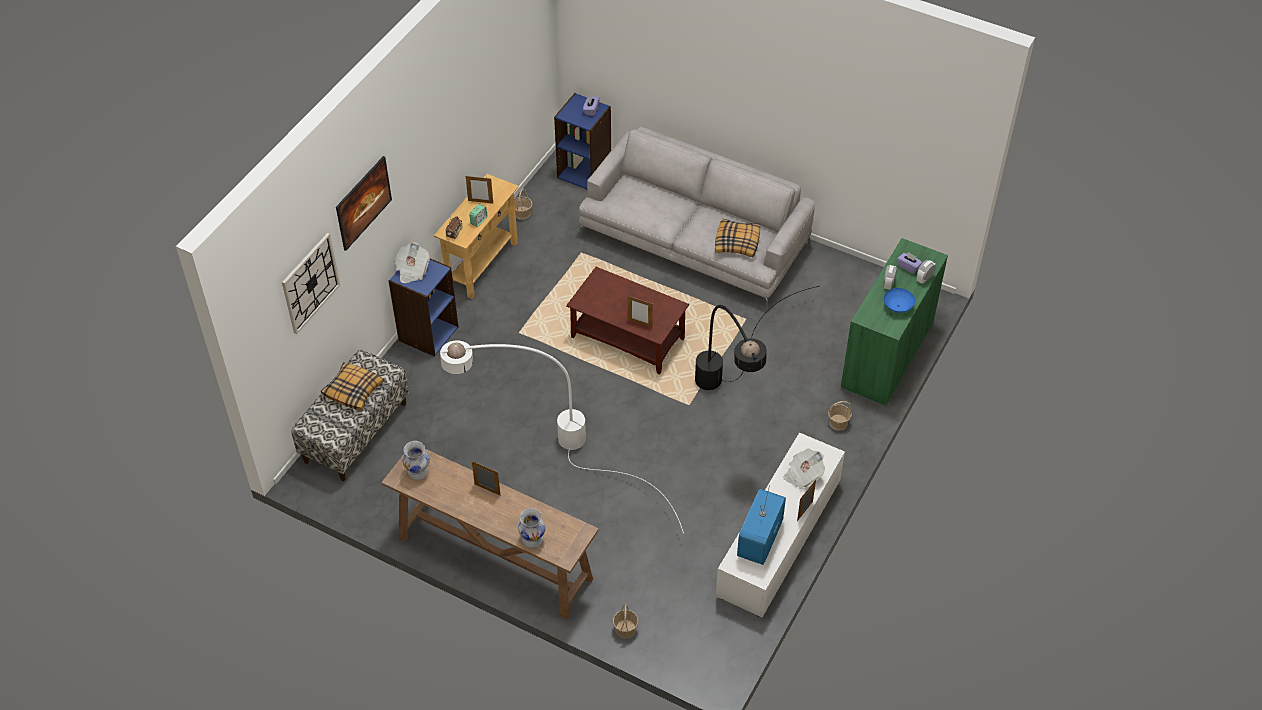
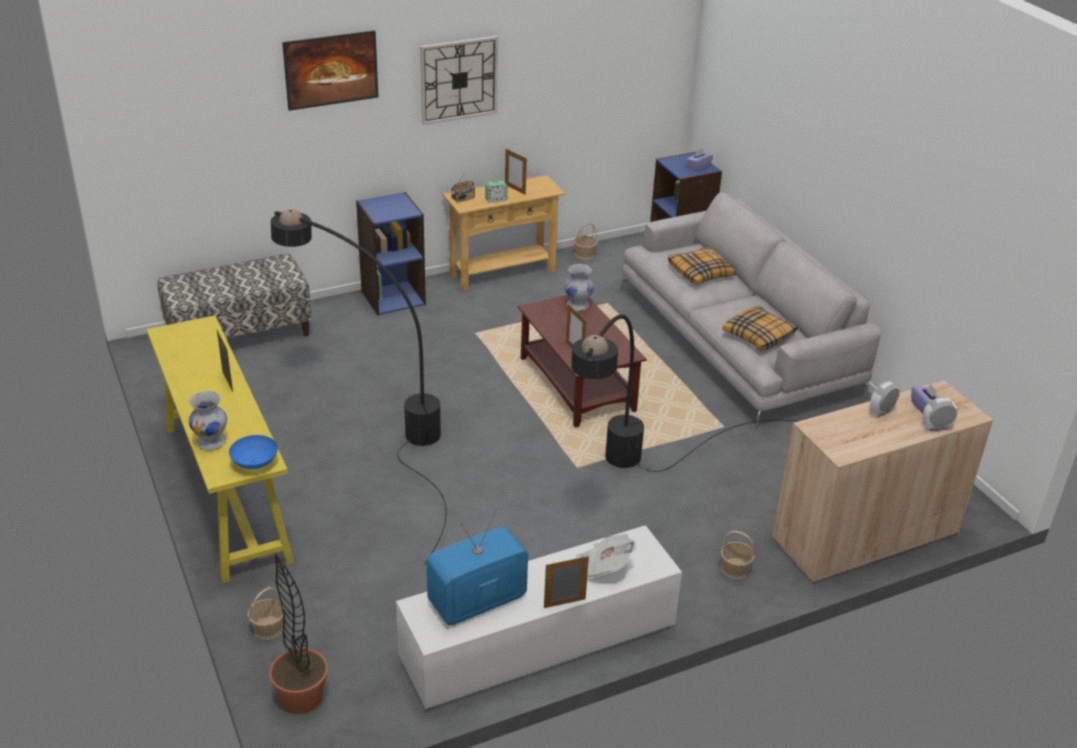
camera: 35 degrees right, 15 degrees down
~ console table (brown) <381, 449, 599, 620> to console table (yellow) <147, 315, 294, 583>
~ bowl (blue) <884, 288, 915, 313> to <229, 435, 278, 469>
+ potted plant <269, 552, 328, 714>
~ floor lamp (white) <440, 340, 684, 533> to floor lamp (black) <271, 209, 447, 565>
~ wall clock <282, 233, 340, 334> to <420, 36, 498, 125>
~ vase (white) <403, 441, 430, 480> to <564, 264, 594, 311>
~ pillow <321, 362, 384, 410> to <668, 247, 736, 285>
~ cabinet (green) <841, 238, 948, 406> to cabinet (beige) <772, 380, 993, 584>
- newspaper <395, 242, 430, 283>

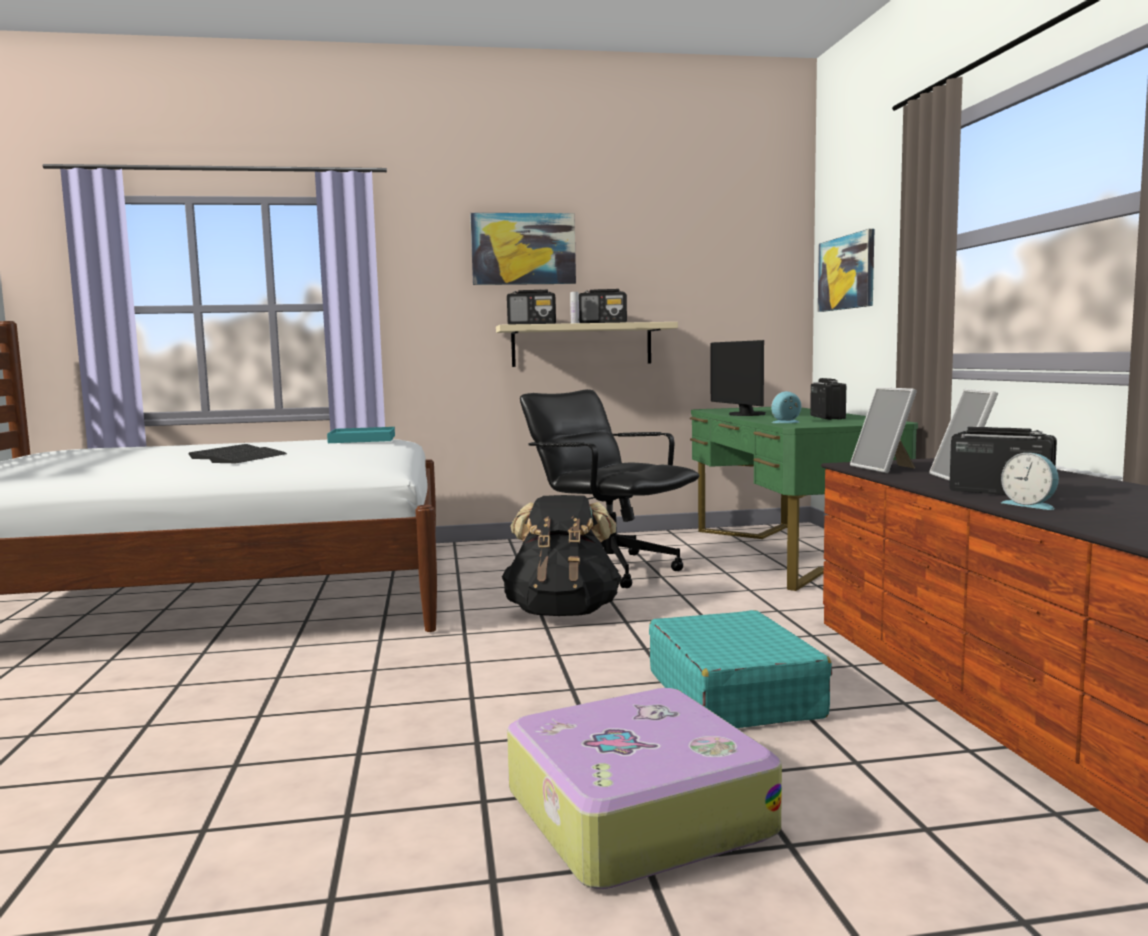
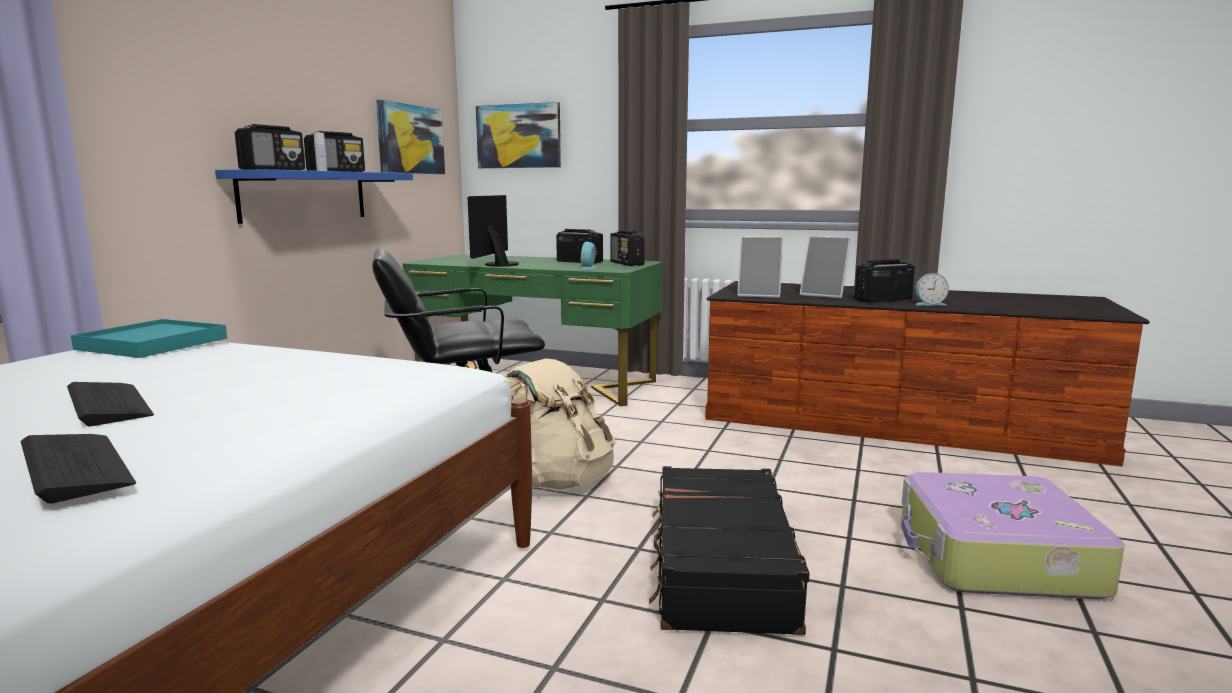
camera: 60 degrees left, 5 degrees up
~ keyboard <208, 447, 287, 463> to <21, 434, 136, 504>
~ shelf (beige) <496, 322, 678, 367> to shelf (blue) <215, 169, 413, 224>
~ picture <470, 213, 576, 285> to <376, 100, 445, 174>
~ monitor <711, 340, 766, 416> = <467, 195, 519, 267> 90 degrees clockwise
~ backpack (black) <502, 495, 622, 616> to backpack (beige) <505, 358, 616, 490>
+ radio <610, 230, 645, 266>
+ suitcase (black) <649, 466, 809, 635>
- suitcase (turquoise) <649, 610, 832, 728>

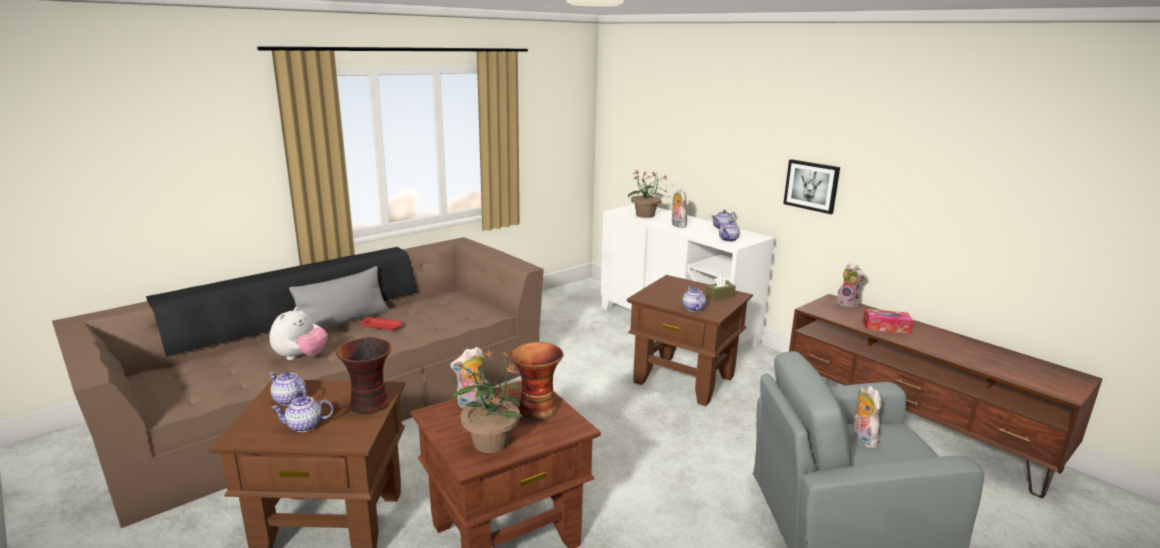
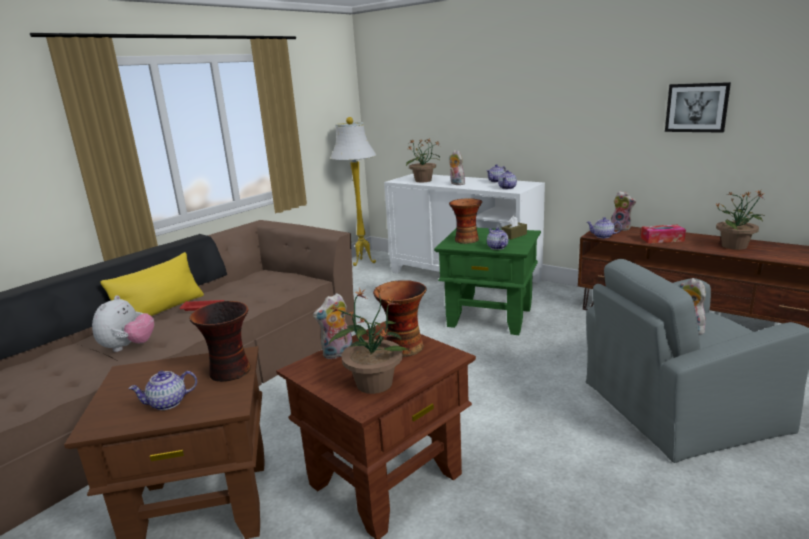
camera: 10 degrees left, 0 degrees up
~ pillow (grey) <289, 266, 389, 330> to pillow (yellow) <100, 252, 204, 316>
+ floor lamp (white) <330, 117, 377, 266>
~ side table (brown) <627, 275, 753, 406> to side table (green) <434, 228, 541, 335>
+ vase <449, 198, 482, 244>
~ teapot <269, 372, 307, 406> to <587, 217, 622, 238>
~ picture <783, 159, 840, 214> to <665, 82, 731, 133>
+ potted plant <714, 190, 765, 250>

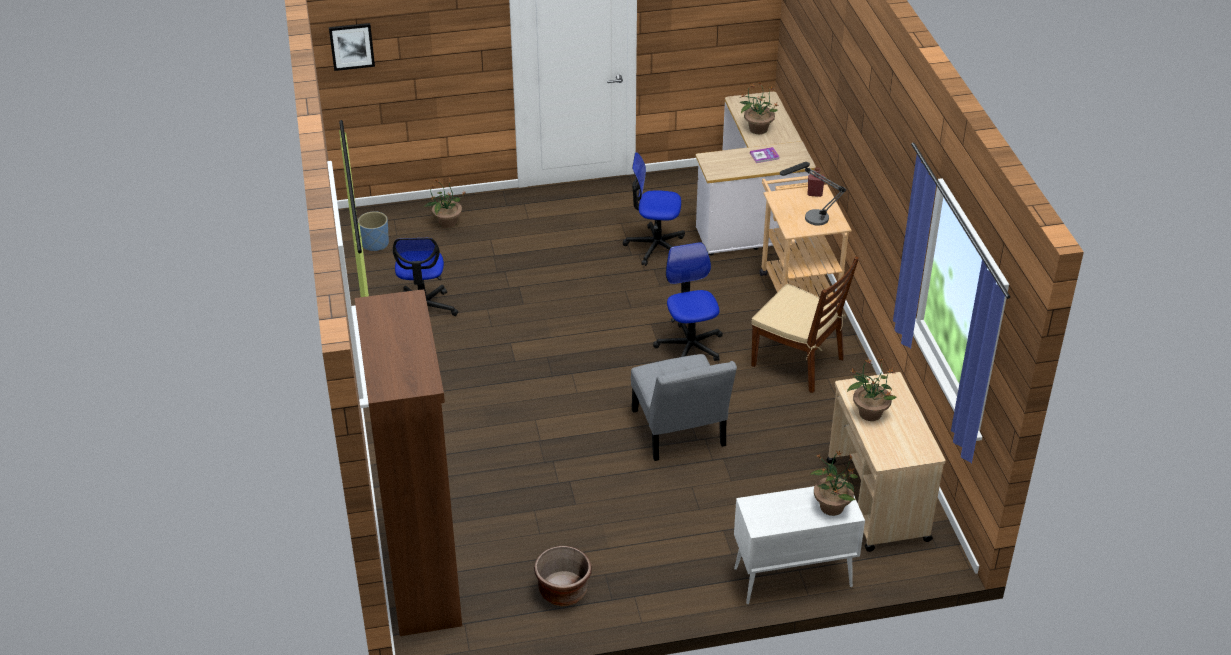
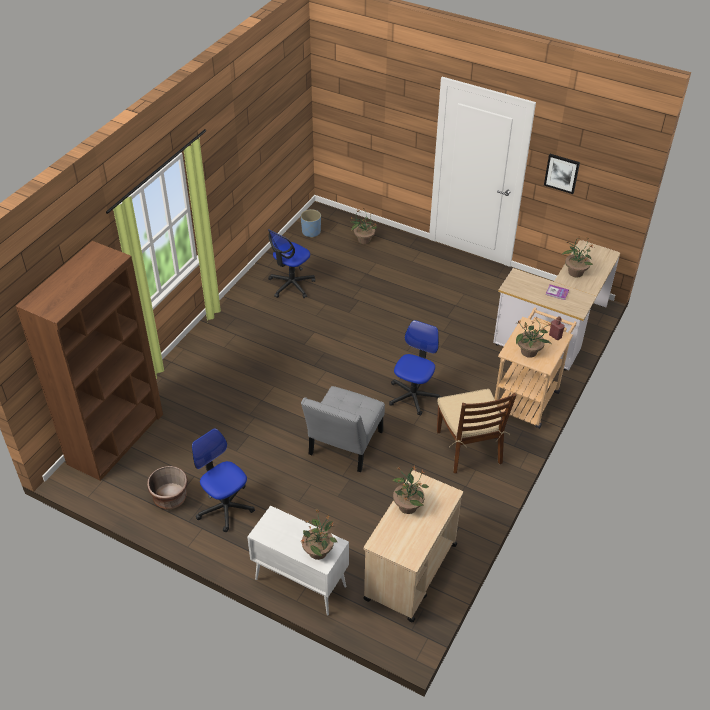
camera: 40 degrees right, 5 degrees up
~ office chair <623, 152, 685, 266> to <192, 428, 255, 532>
~ table lamp <780, 162, 847, 226> to potted plant <515, 318, 552, 358>
~ picture <329, 23, 375, 71> to <544, 154, 580, 194>

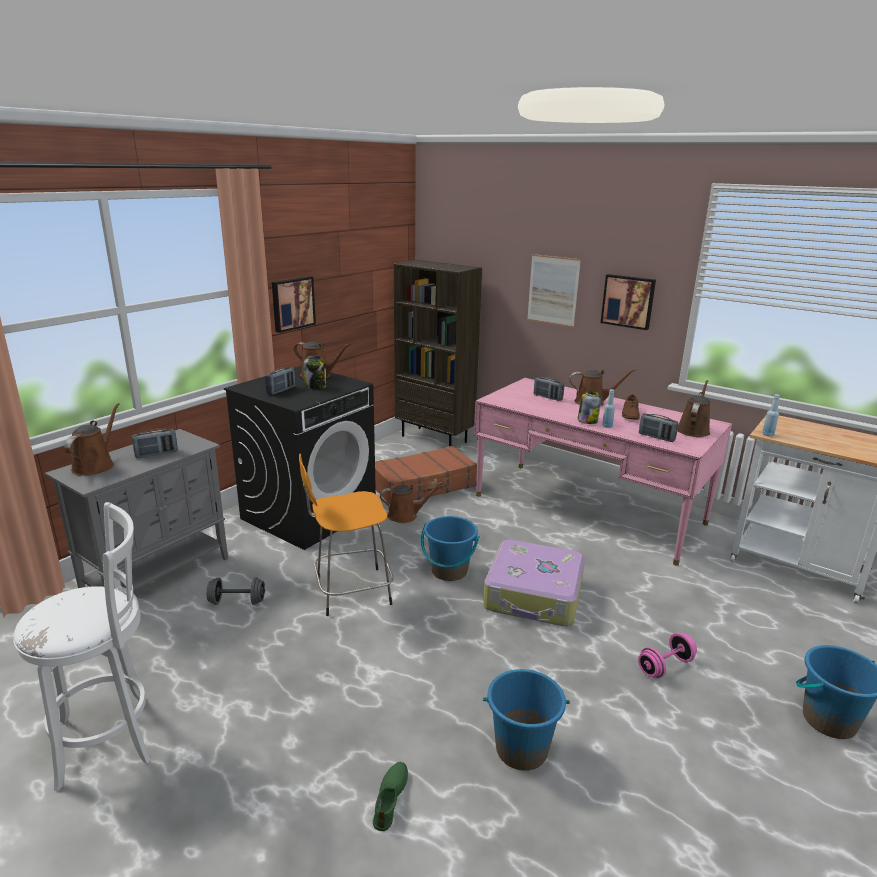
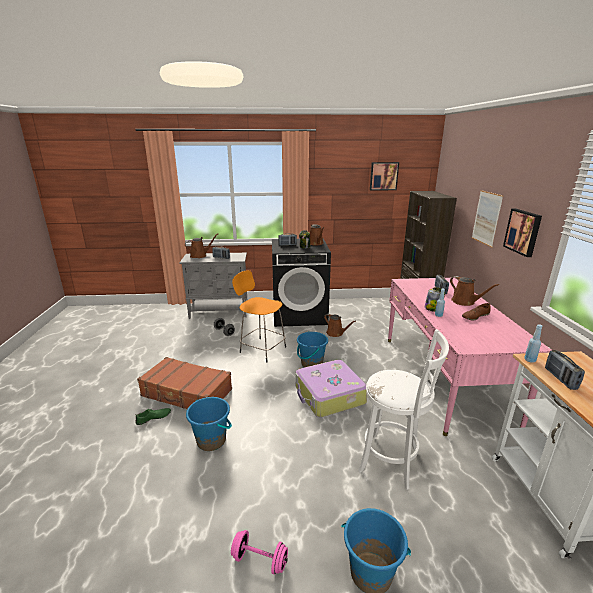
camera: 50 degrees right, 0 degrees up
~ suitcase (brown) <375, 446, 477, 505> to <137, 357, 232, 409>
~ dumbbell (pink) <638, 633, 697, 678> to <231, 530, 288, 575>
~ stool (white) <13, 502, 151, 791> to <358, 329, 449, 490>
~ picture <272, 276, 316, 333> to <370, 162, 399, 191>
~ radio <639, 414, 678, 442> to <545, 350, 585, 390>
- watering can (brown) <677, 380, 710, 437>

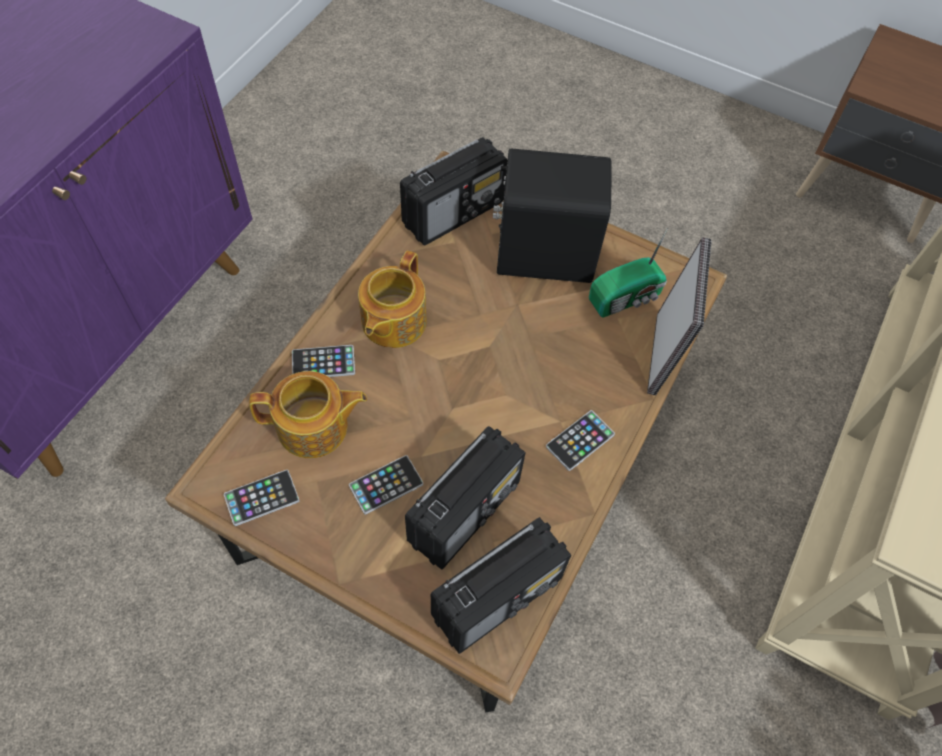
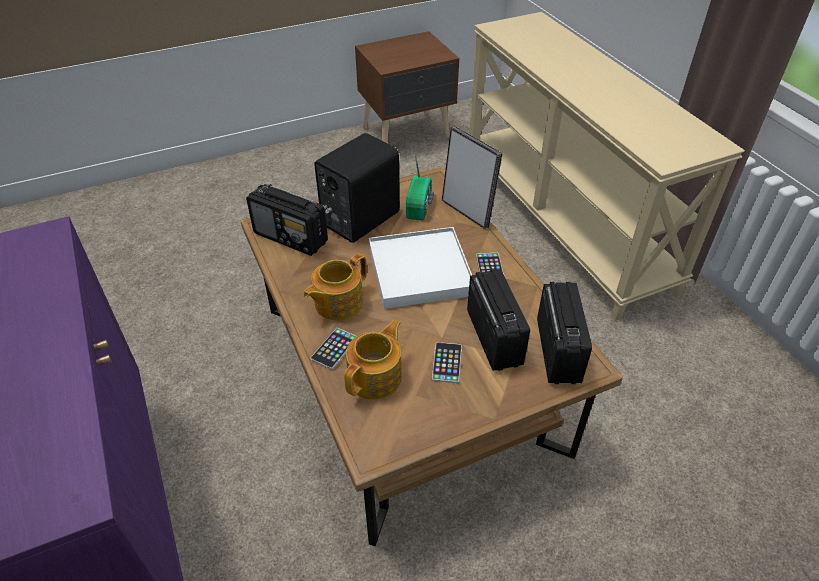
camera: 50 degrees left, 15 degrees down
~ radio <400, 137, 507, 245> = <246, 184, 328, 256> 120 degrees clockwise
~ teapot <358, 251, 427, 348> = <303, 253, 367, 321> 75 degrees clockwise
+ tray (white) <369, 227, 472, 309>
- phone <224, 470, 300, 526>

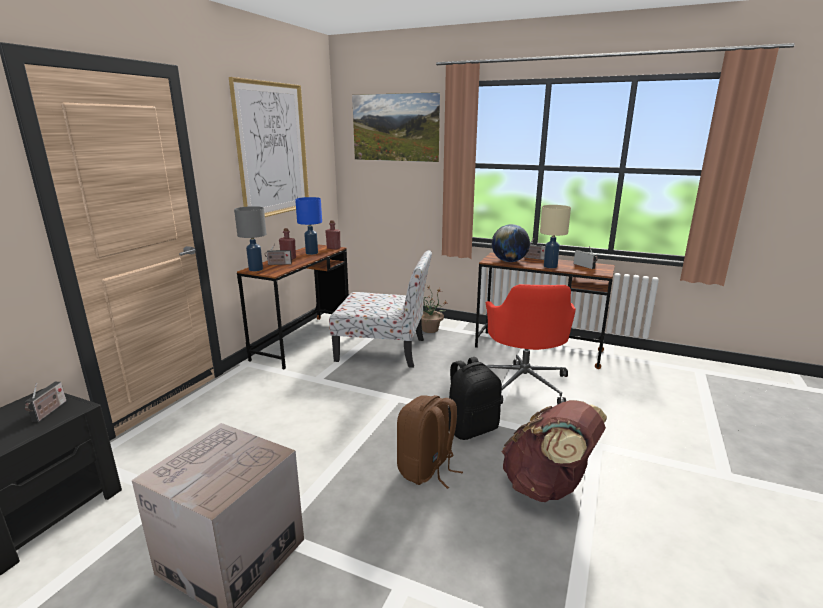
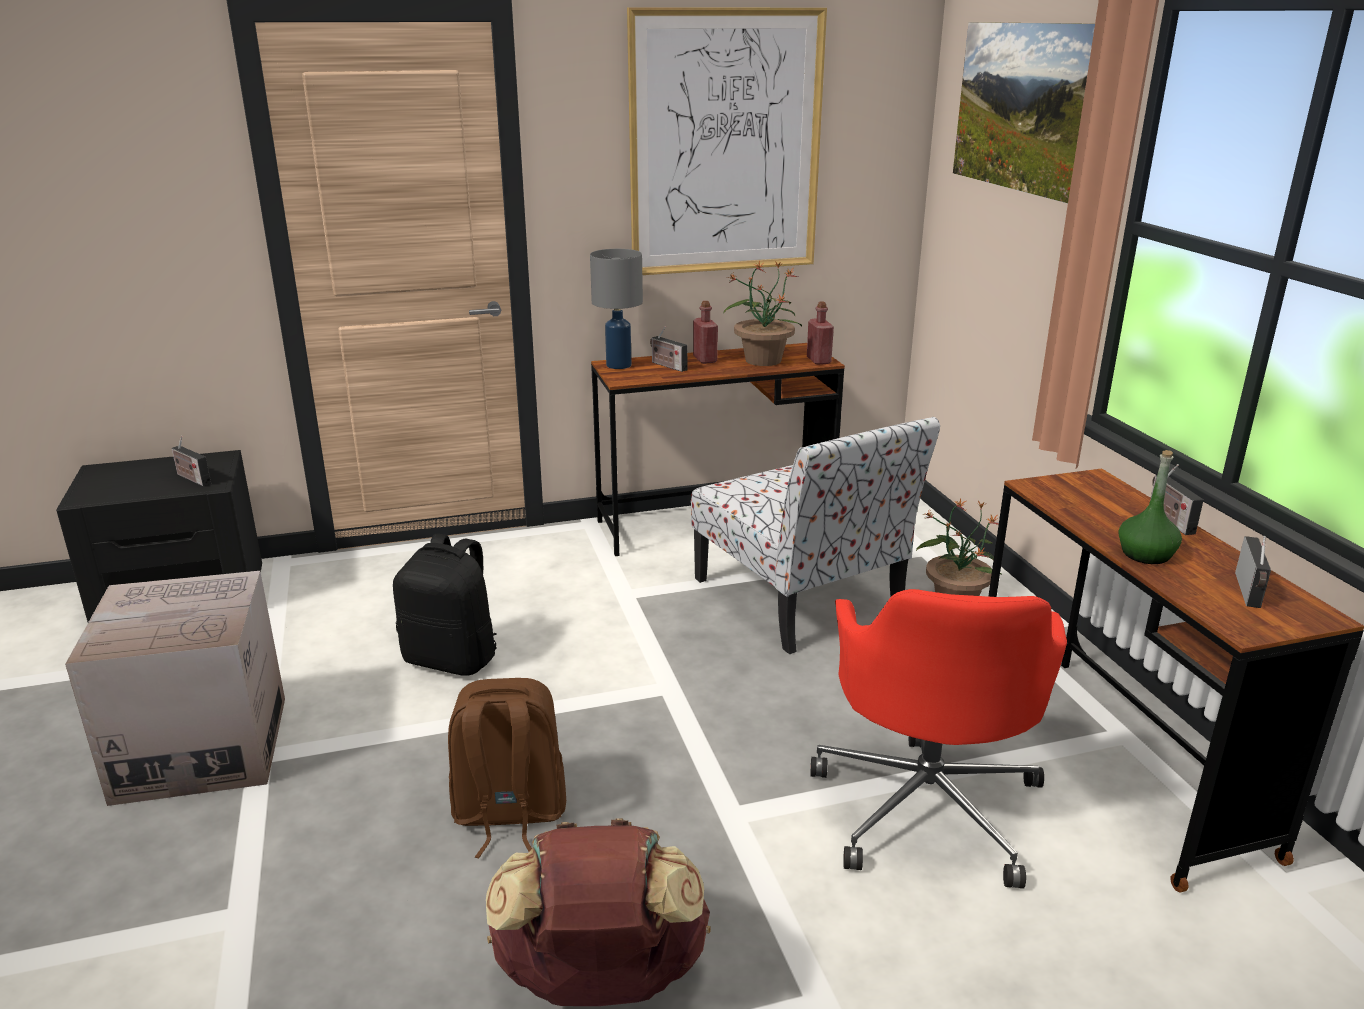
camera: 50 degrees right, 5 degrees up
~ radio <25, 382, 66, 422> = <172, 436, 211, 486> 75 degrees clockwise
~ backpack (black) <448, 357, 502, 440> to <393, 533, 497, 676>
~ table lamp (blue) <295, 197, 322, 255> to potted plant <724, 261, 802, 366>
~ office chair (red) <486, 284, 576, 405> = <811, 589, 1067, 889> 45 degrees counterclockwise
~ table lamp (beige) <540, 205, 571, 268> to bottle (green) <1118, 450, 1182, 564>
- globe <492, 224, 530, 262>

